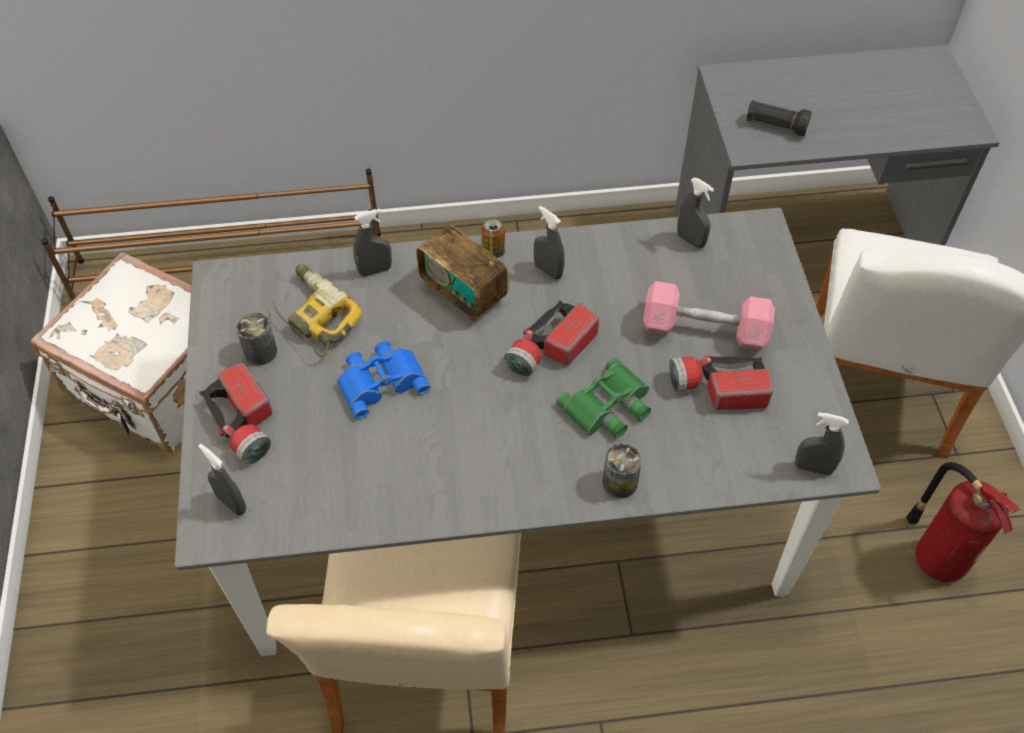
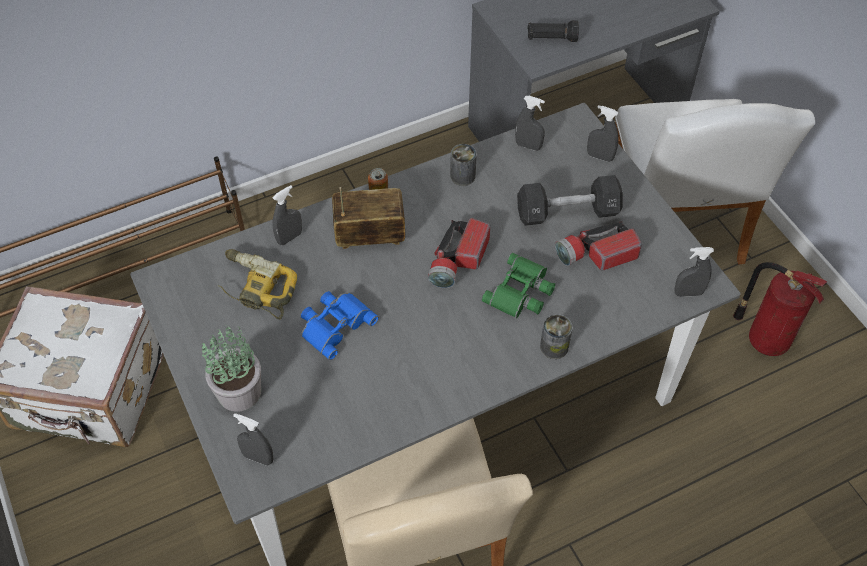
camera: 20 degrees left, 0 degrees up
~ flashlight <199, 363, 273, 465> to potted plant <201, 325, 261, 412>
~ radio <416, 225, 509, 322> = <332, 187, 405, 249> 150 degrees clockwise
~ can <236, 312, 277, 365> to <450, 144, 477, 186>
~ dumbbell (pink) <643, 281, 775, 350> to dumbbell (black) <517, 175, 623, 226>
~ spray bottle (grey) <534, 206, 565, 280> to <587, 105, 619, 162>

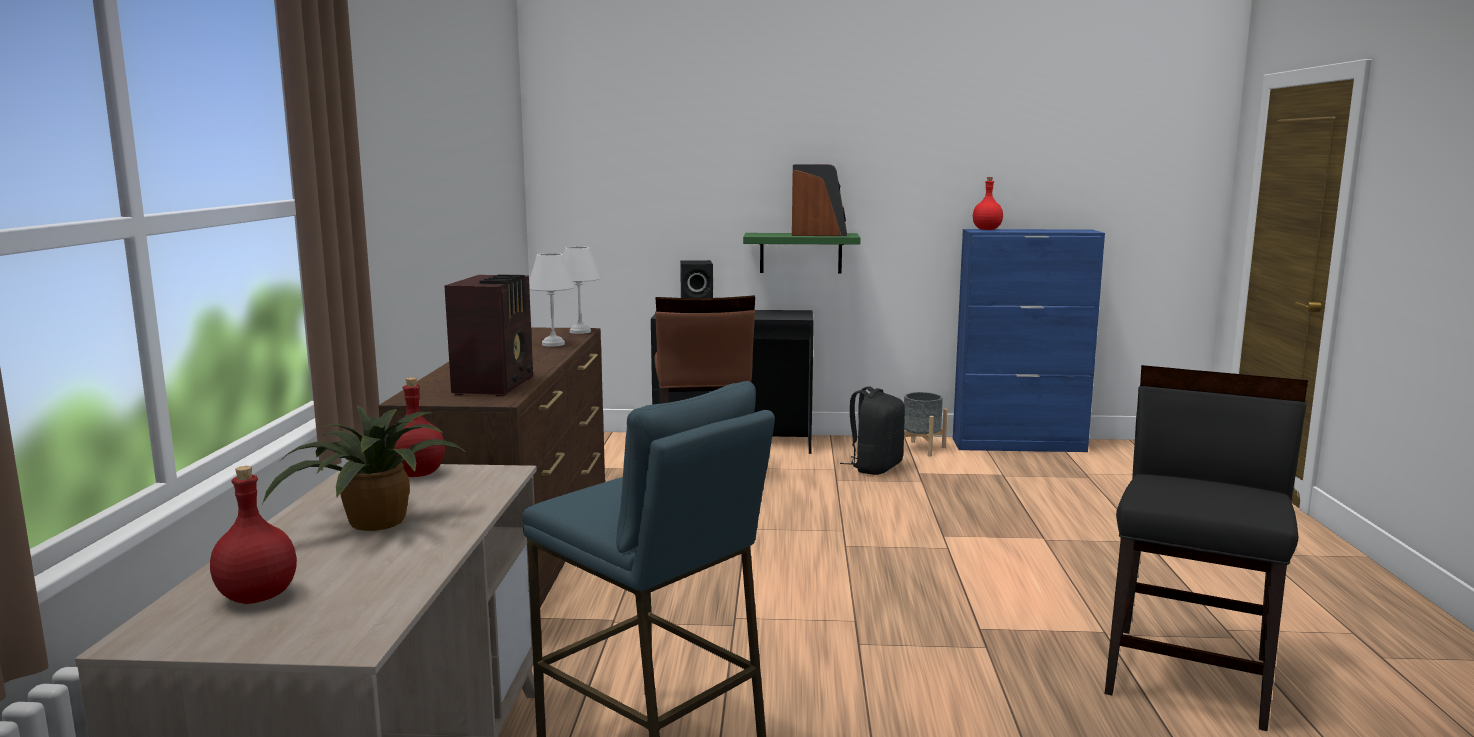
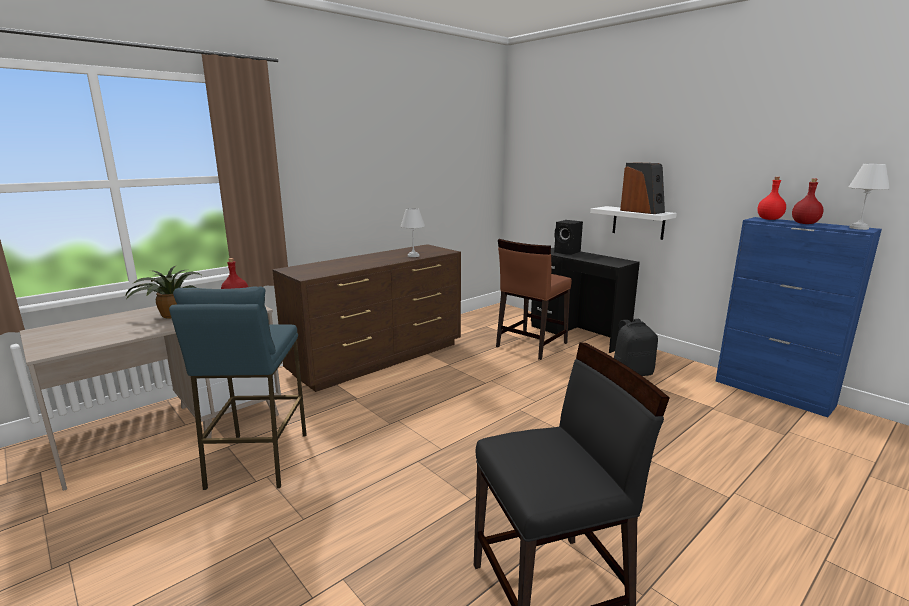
camera: 45 degrees right, 5 degrees up
~ shelf (green) <743, 233, 861, 274> to shelf (white) <590, 206, 677, 240>
~ bottle (red) <210, 466, 297, 604> to <792, 179, 824, 224>
~ table lamp (white) <563, 246, 600, 334> to <849, 164, 890, 230>
- radio <444, 274, 533, 397>
- planter (grey) <904, 392, 948, 456>

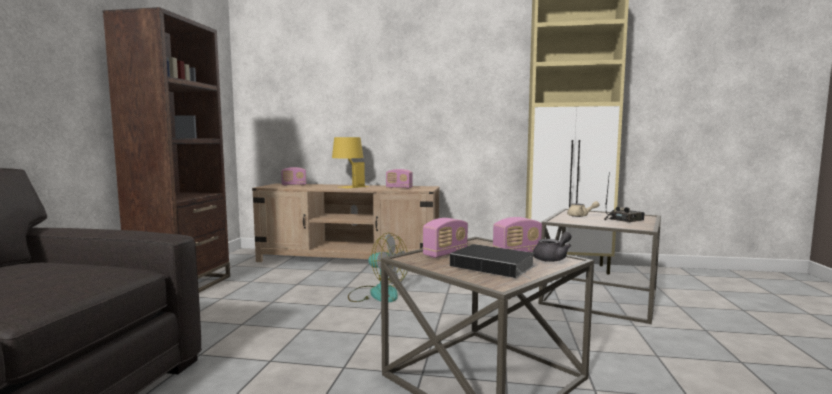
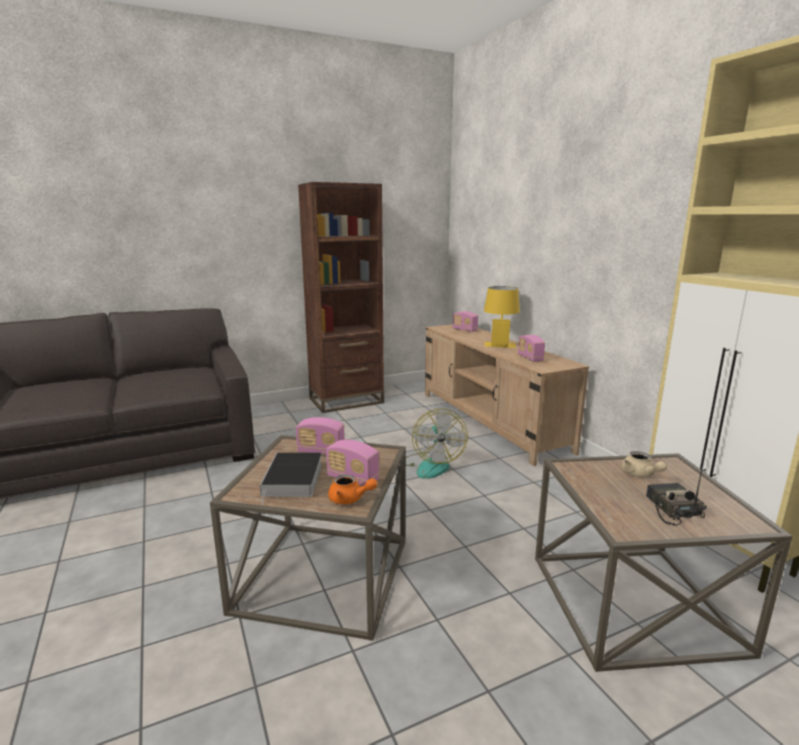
camera: 55 degrees right, 10 degrees up
~ teapot (grey) <533, 232, 572, 262> to teapot (orange) <328, 474, 377, 504>
~ radio <604, 178, 645, 222> = <646, 449, 707, 525> 120 degrees counterclockwise

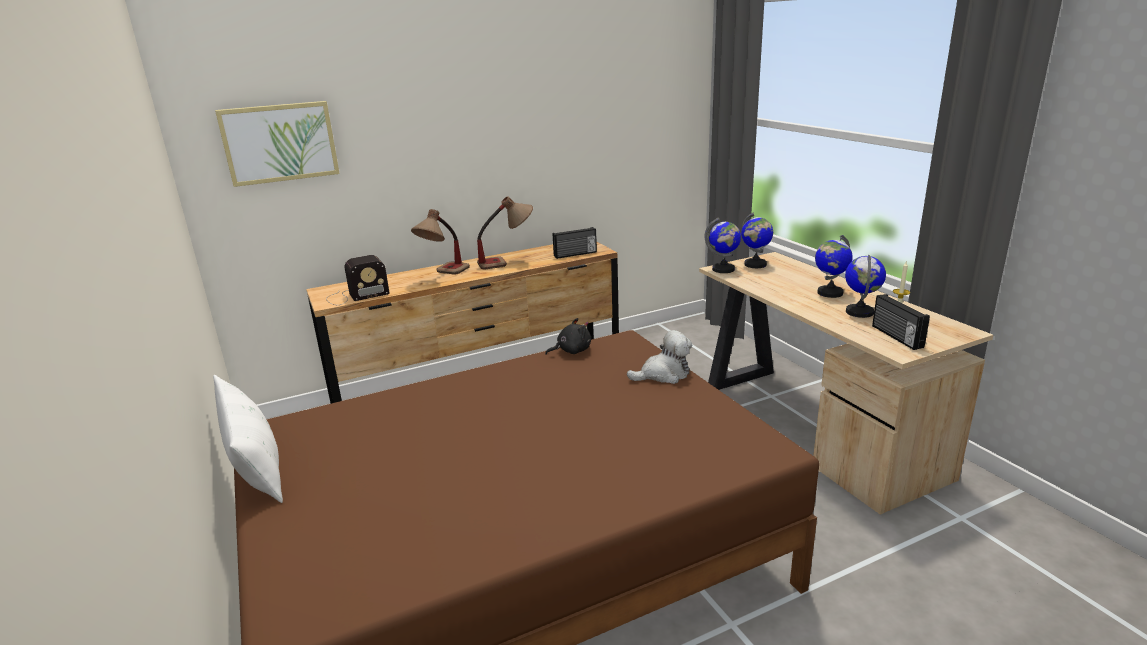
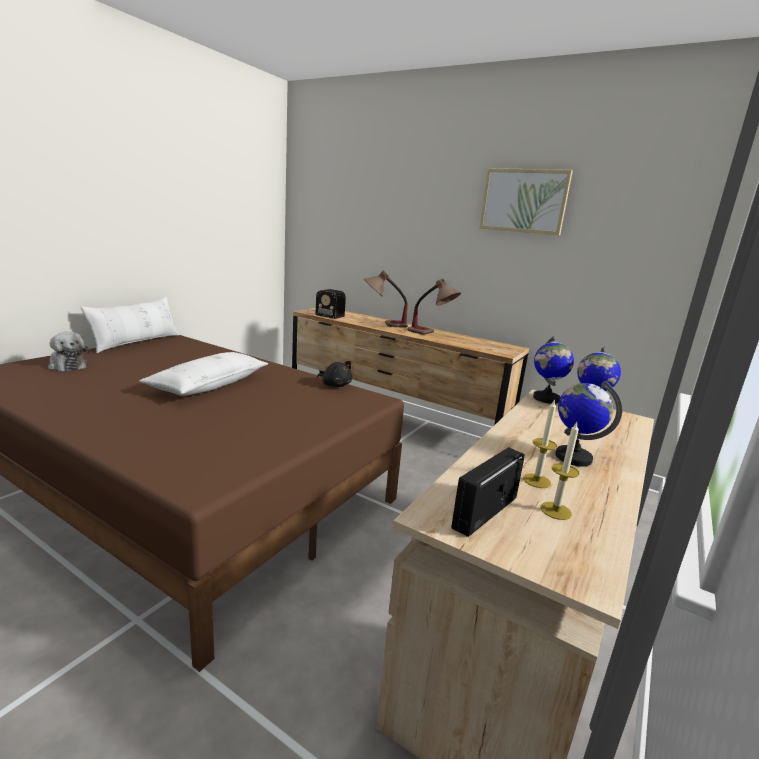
camera: 55 degrees right, 5 degrees down
~ plush toy <627, 330, 692, 384> to <48, 331, 90, 371>
+ pillow (white) <139, 352, 268, 396>
~ picture <215, 101, 340, 187> to <479, 168, 573, 235>
~ globe <845, 255, 886, 318> to candle <523, 399, 557, 488>
- radio <553, 227, 597, 259>

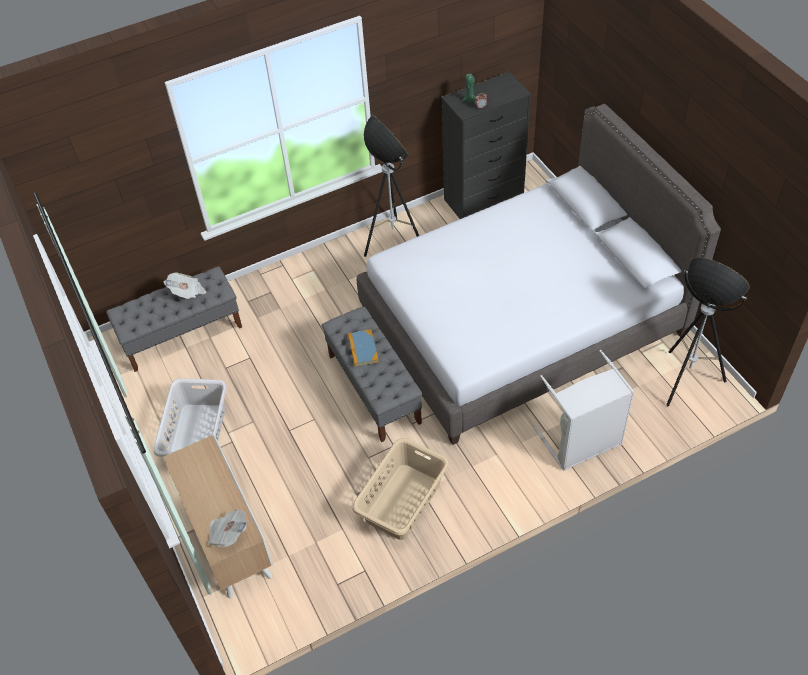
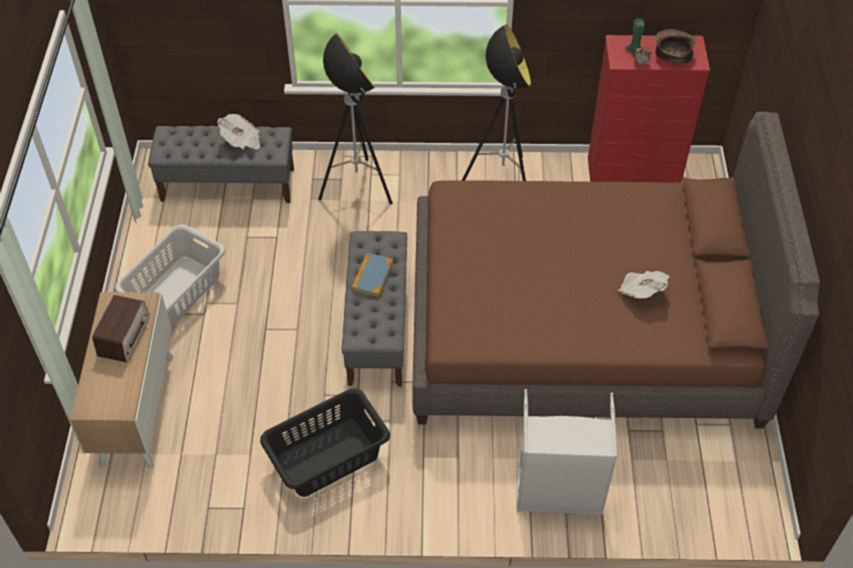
camera: 25 degrees right, 0 degrees up
+ radio <92, 295, 150, 363>
~ laundry basket (beige) <352, 438, 449, 540> to laundry basket (black) <260, 388, 390, 497>
~ floor lamp <666, 257, 750, 406> to <318, 33, 393, 205>
~ bed (grey) <357, 104, 721, 445> to bed (brown) <412, 112, 820, 429>
~ dresser (black) <441, 72, 531, 219> to dresser (red) <588, 35, 710, 183>
~ newspaper <208, 509, 247, 547> to <618, 271, 670, 299>
+ bowl (brown) <655, 29, 696, 64>

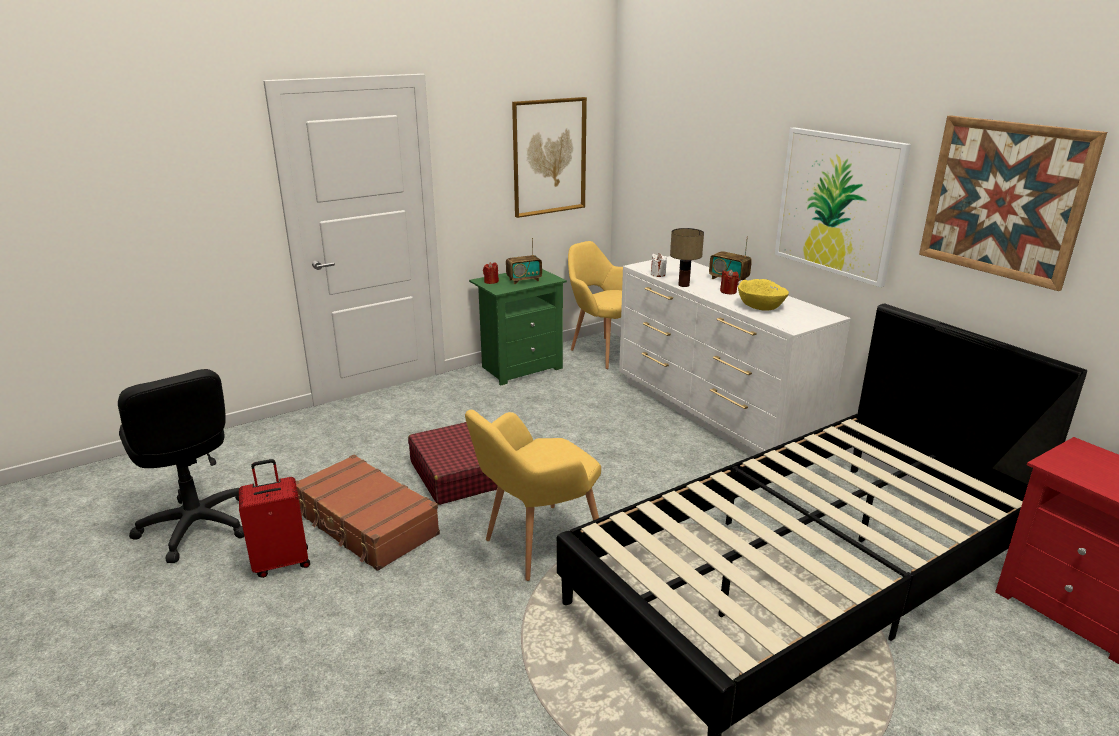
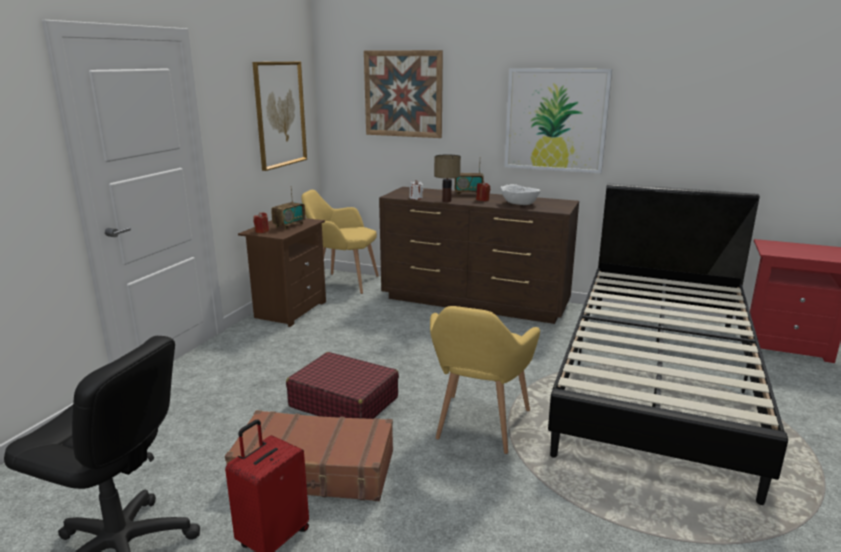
camera: 35 degrees left, 5 degrees down
~ nightstand (green) <469, 269, 567, 386> to nightstand (brown) <238, 218, 326, 327>
~ picture <919, 115, 1107, 291> to <364, 50, 443, 138>
~ dresser (white) <619, 256, 851, 456> to dresser (brown) <379, 187, 579, 324>
~ bowl (yellow) <738, 279, 789, 311> to bowl (white) <501, 184, 540, 205>

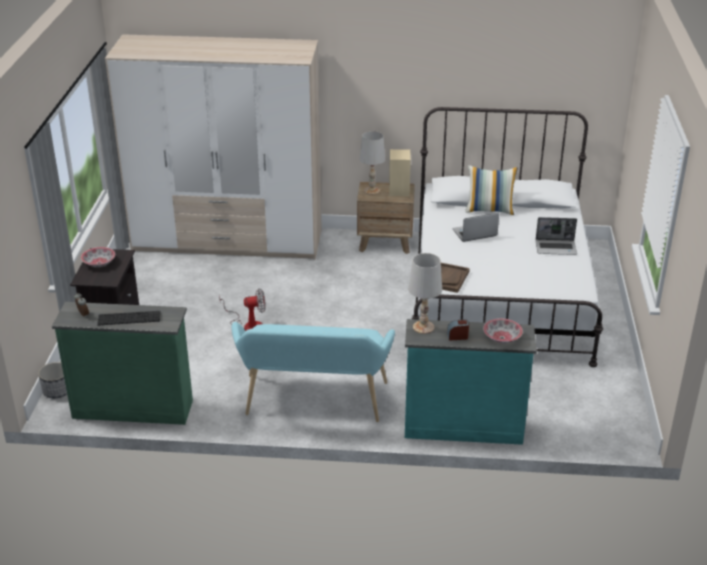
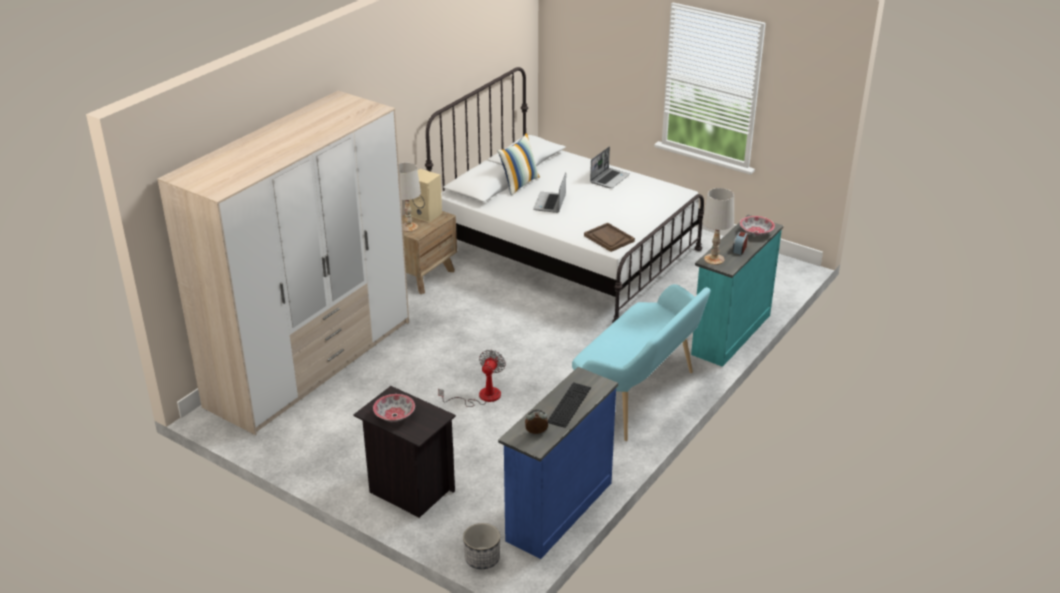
camera: 60 degrees left, 0 degrees up
~ dresser (green) <52, 302, 193, 425> to dresser (blue) <498, 367, 618, 559>

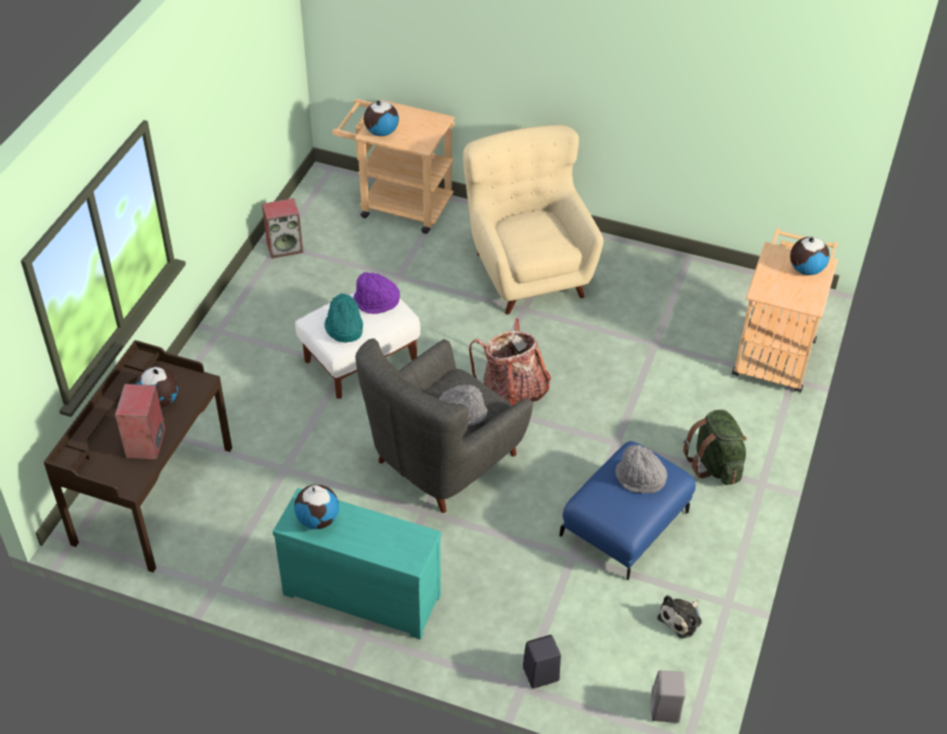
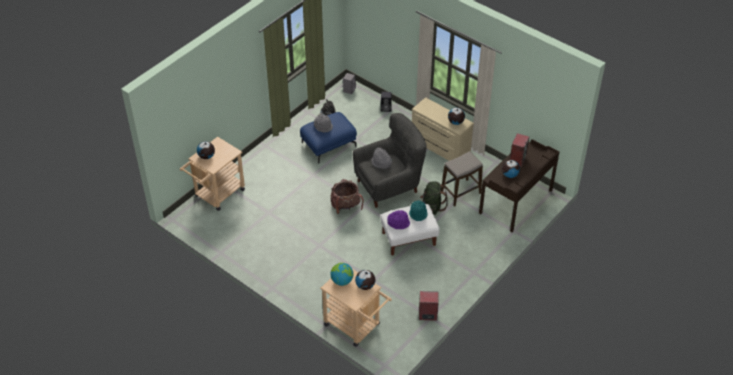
camera: 160 degrees left, 0 degrees up
+ globe <331, 263, 353, 286>
~ dresser (turquoise) <273, 488, 441, 639> to dresser (beige) <412, 97, 474, 161>
~ backpack (green) <683, 410, 747, 485> to <420, 181, 448, 215>
+ stool <441, 151, 483, 207>
- armchair (beige) <463, 125, 603, 315>

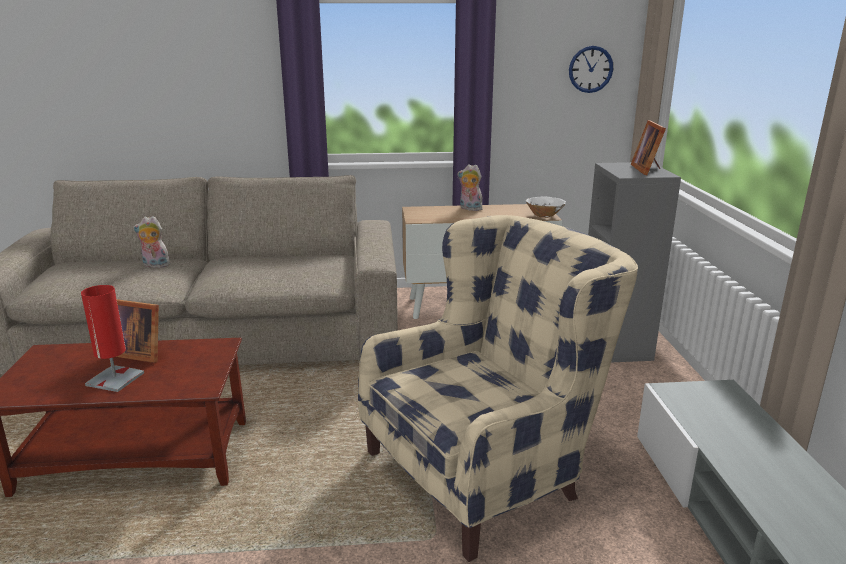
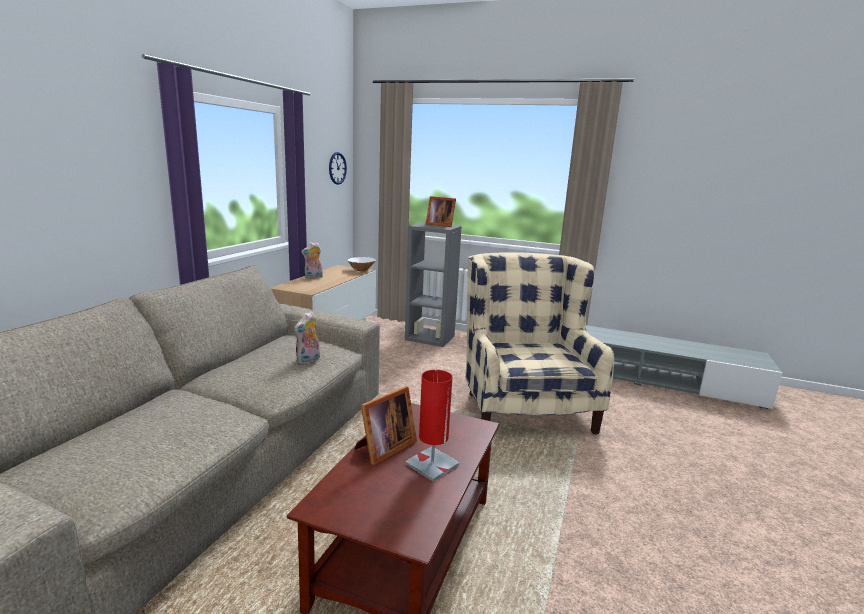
camera: 65 degrees left, 5 degrees down
~ plush toy <133, 216, 170, 268> to <294, 311, 320, 365>

